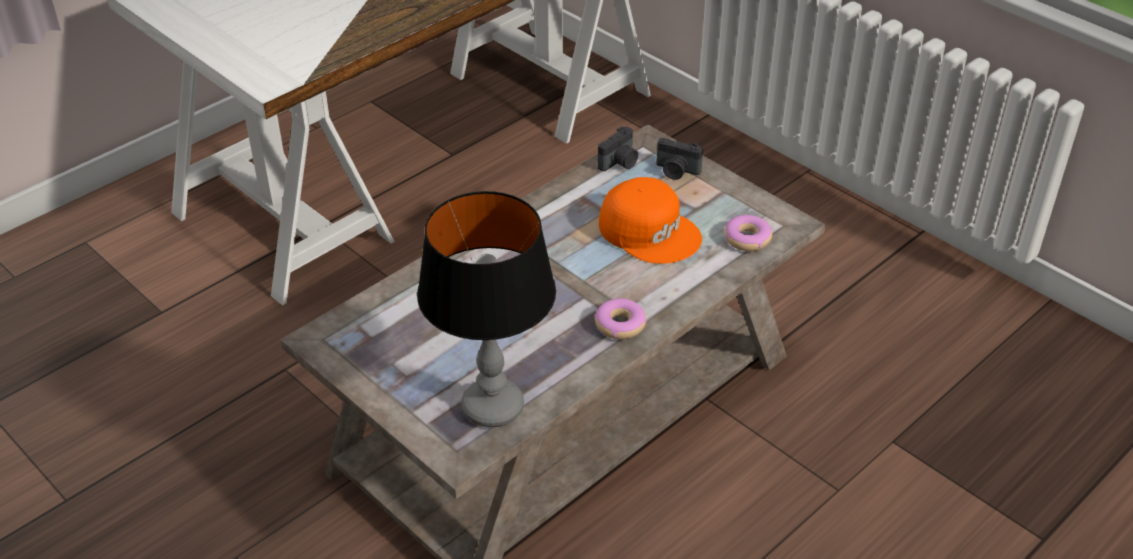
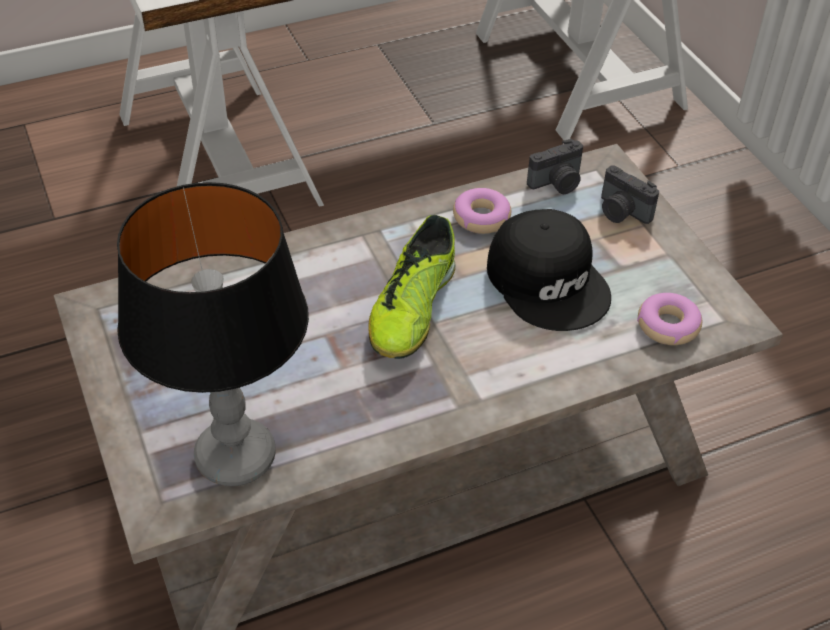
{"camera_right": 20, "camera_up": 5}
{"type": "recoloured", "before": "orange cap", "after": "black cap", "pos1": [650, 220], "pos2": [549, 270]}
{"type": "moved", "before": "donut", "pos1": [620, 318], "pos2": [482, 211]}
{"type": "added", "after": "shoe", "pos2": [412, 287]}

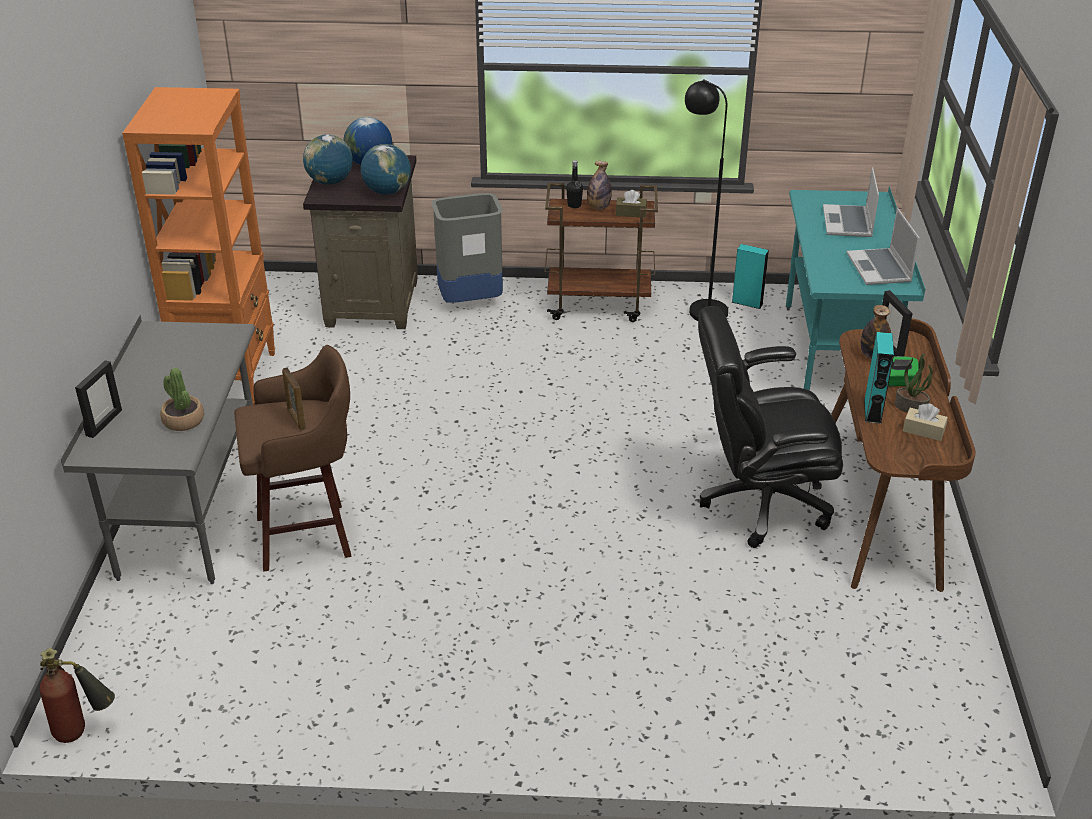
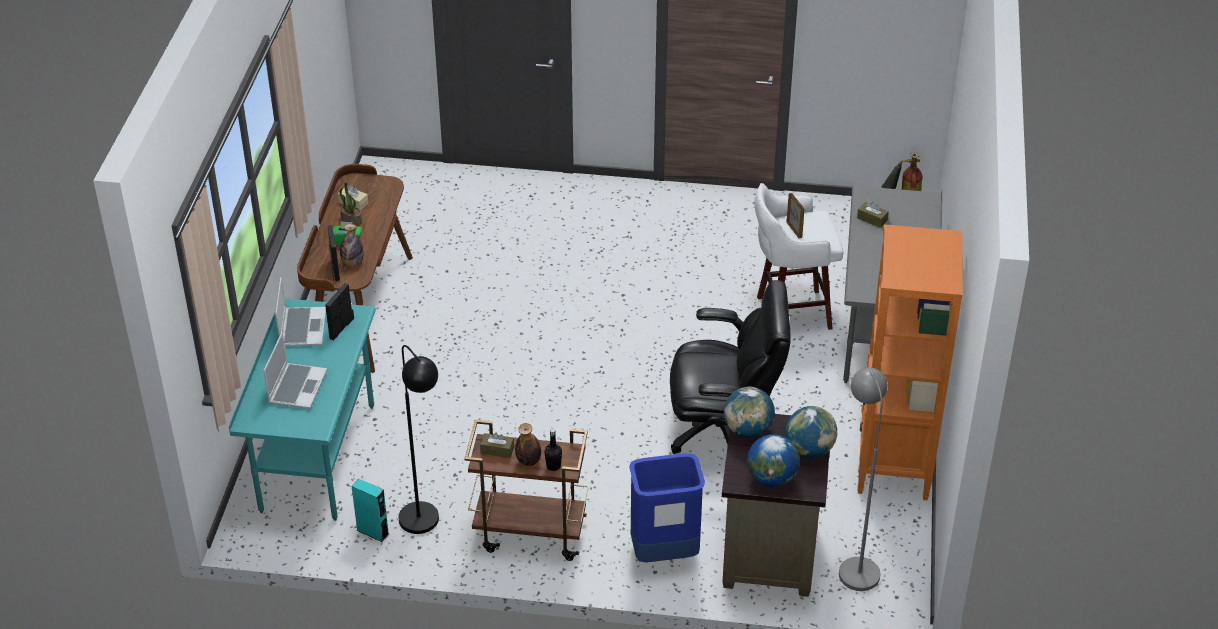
{"camera_right": -175, "camera_up": 5}
{"type": "recoloured", "before": "grey trash can", "after": "blue trash can", "pos1": [467, 248], "pos2": [667, 507]}
{"type": "moved", "before": "black office chair", "pos1": [770, 427], "pos2": [730, 367]}
{"type": "removed", "before": "turquoise speaker", "pos1": [879, 378]}
{"type": "recoloured", "before": "brown stool", "after": "white stool", "pos1": [292, 458], "pos2": [798, 256]}
{"type": "moved", "before": "picture frame", "pos1": [98, 399], "pos2": [339, 311]}
{"type": "replaced", "before": "potted plant", "after": "brown tissue box", "pos1": [182, 399], "pos2": [873, 214]}
{"type": "added", "after": "grey floor lamp", "pos2": [863, 479]}

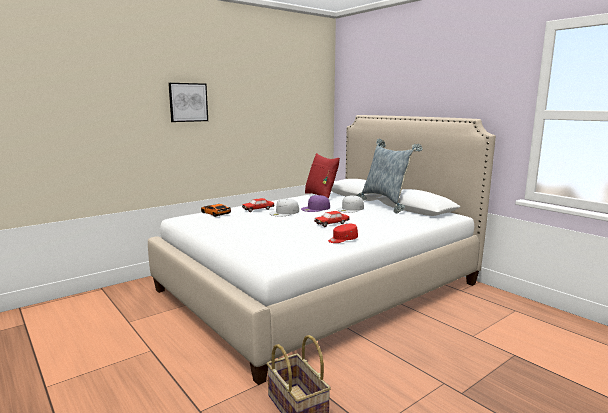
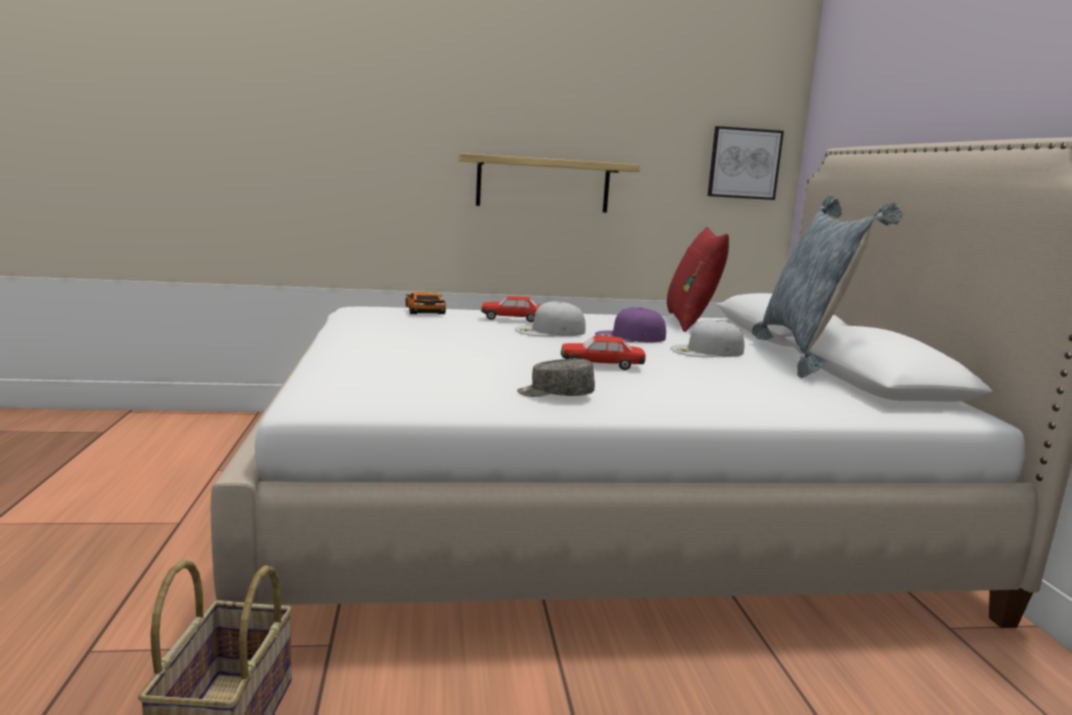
{"camera_right": 30, "camera_up": 0}
{"type": "moved", "before": "picture", "pos1": [188, 102], "pos2": [745, 163]}
{"type": "recoloured", "before": "red cap", "after": "grey cap", "pos1": [343, 233], "pos2": [556, 378]}
{"type": "added", "after": "shelf", "pos2": [549, 183]}

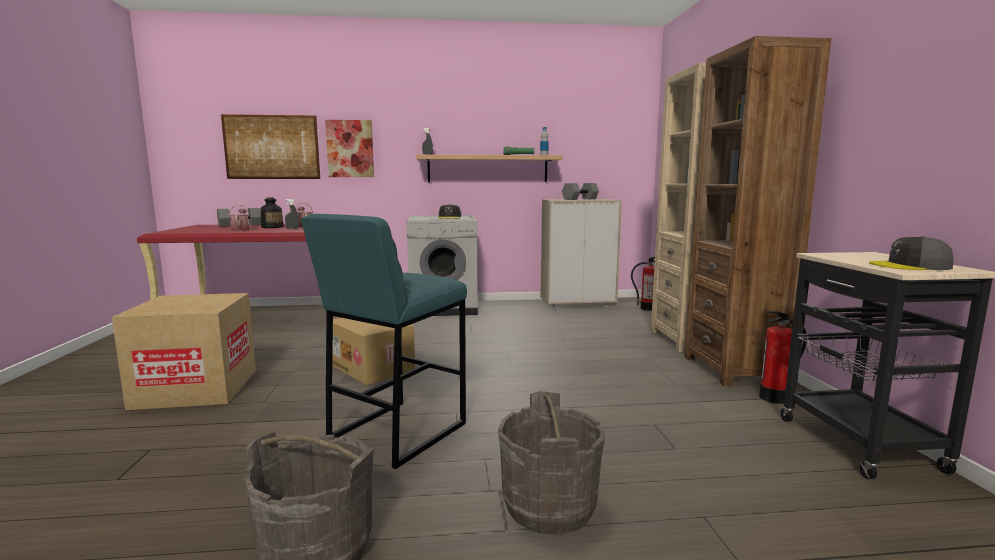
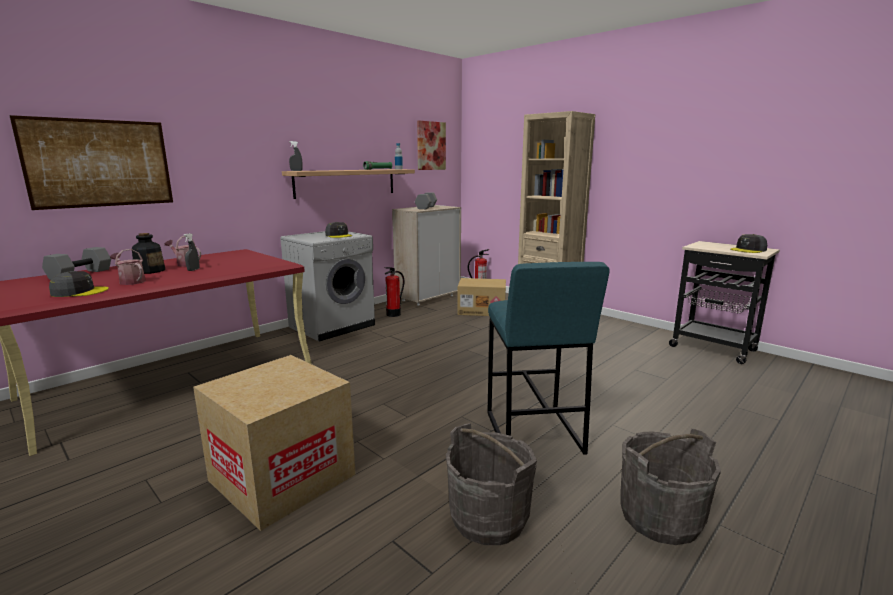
{"camera_right": -40, "camera_up": 5}
{"type": "removed", "before": "brown bookcase", "pos1": [758, 211]}
{"type": "moved", "before": "picture", "pos1": [349, 148], "pos2": [431, 145]}
{"type": "moved", "before": "fire extinguisher", "pos1": [783, 357], "pos2": [394, 292]}
{"type": "moved", "before": "cardboard box", "pos1": [373, 351], "pos2": [481, 297]}
{"type": "moved", "before": "grey bucket", "pos1": [551, 463], "pos2": [491, 484]}
{"type": "added", "after": "grey cap", "pos2": [79, 284]}

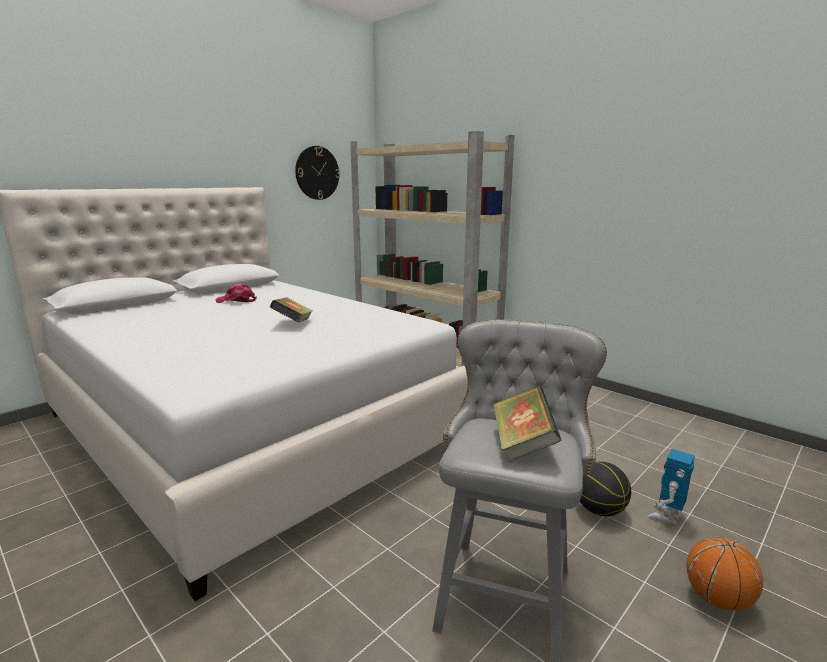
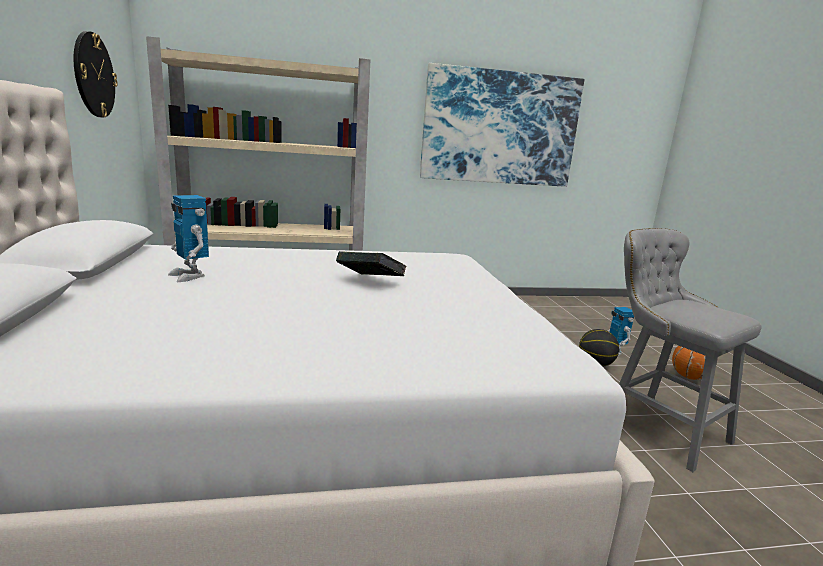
{"camera_right": -55, "camera_up": 0}
{"type": "replaced", "before": "pink cap", "after": "toy robot", "pos1": [236, 293], "pos2": [188, 238]}
{"type": "removed", "before": "book", "pos1": [527, 424]}
{"type": "added", "after": "picture", "pos2": [502, 125]}

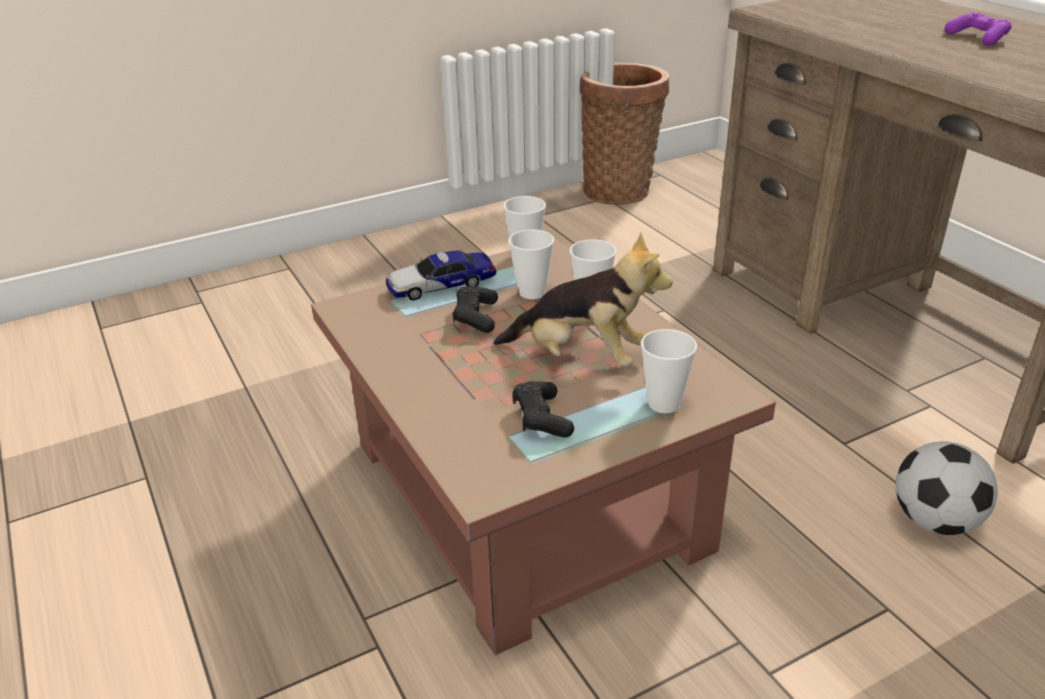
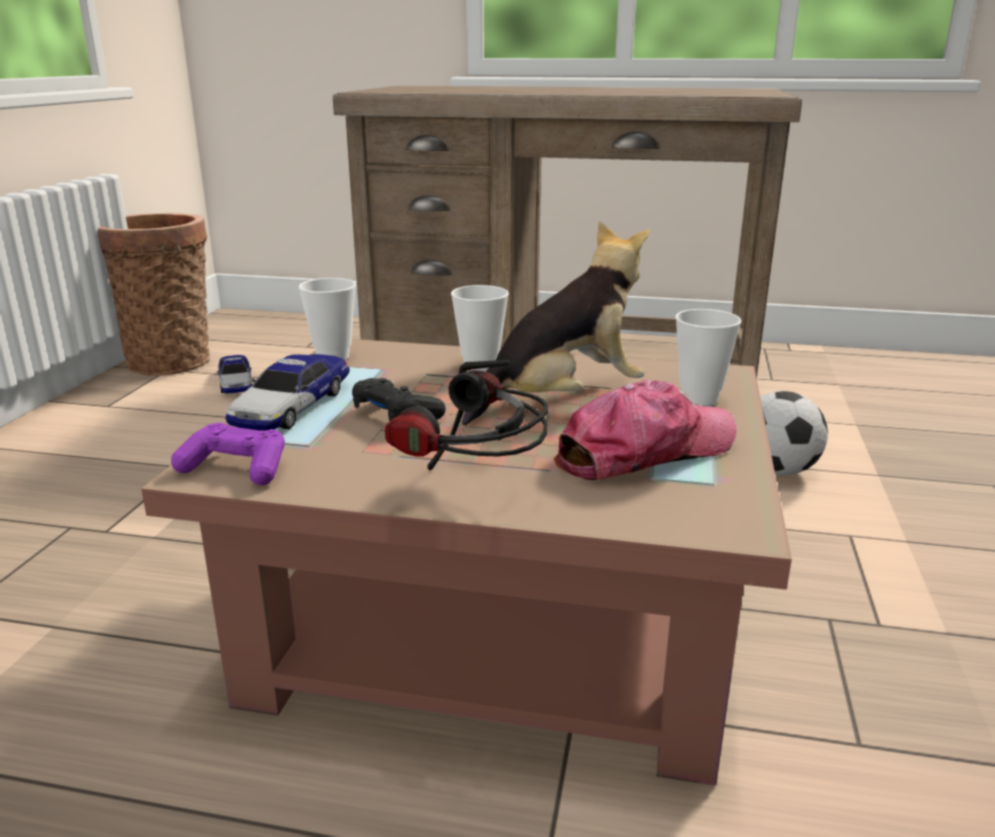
{"camera_right": -50, "camera_up": -10}
{"type": "moved", "before": "purple game controller", "pos1": [978, 29], "pos2": [228, 454]}
{"type": "removed", "before": "cup", "pos1": [531, 264]}
{"type": "replaced", "before": "black game controller", "after": "cap", "pos1": [543, 409], "pos2": [645, 429]}
{"type": "added", "after": "toy car", "pos2": [234, 374]}
{"type": "added", "after": "headphones", "pos2": [466, 415]}

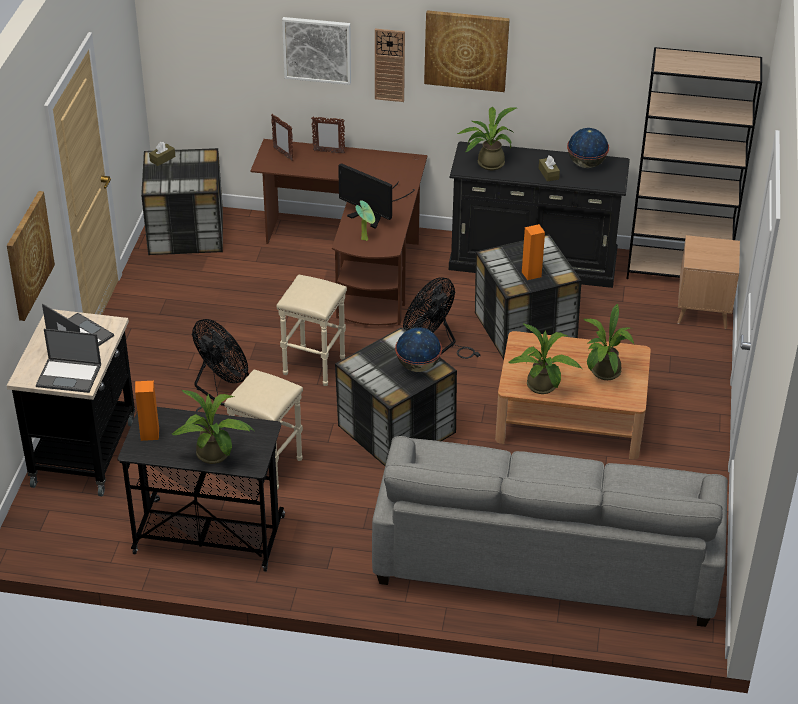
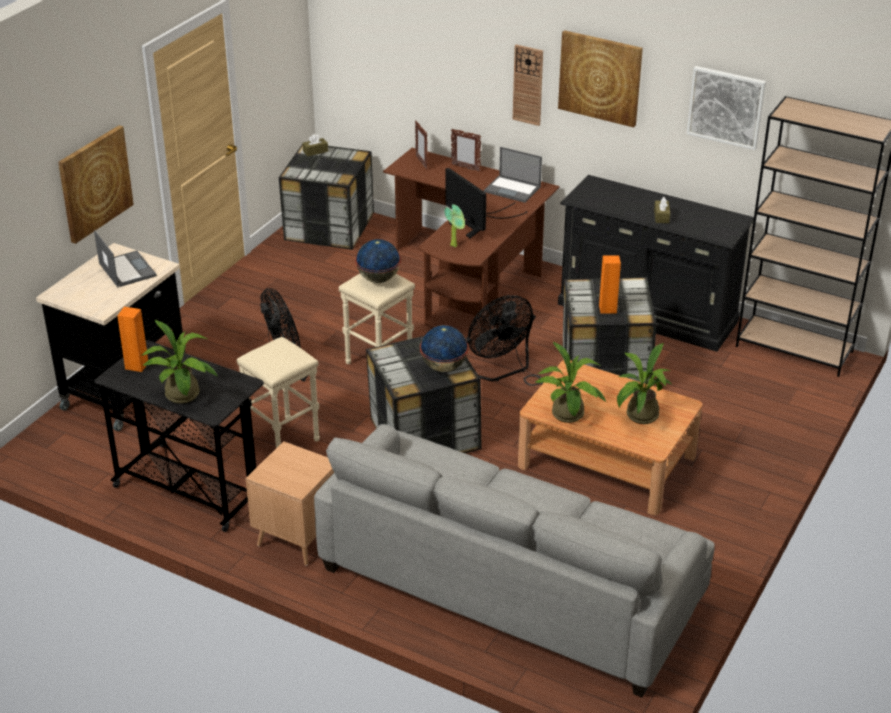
{"camera_right": 20, "camera_up": -5}
{"type": "moved", "before": "picture", "pos1": [316, 51], "pos2": [726, 108]}
{"type": "removed", "before": "potted plant", "pos1": [487, 138]}
{"type": "moved", "before": "globe", "pos1": [588, 148], "pos2": [378, 261]}
{"type": "moved", "before": "brown side table", "pos1": [708, 282], "pos2": [290, 503]}
{"type": "moved", "before": "laptop", "pos1": [68, 361], "pos2": [513, 175]}

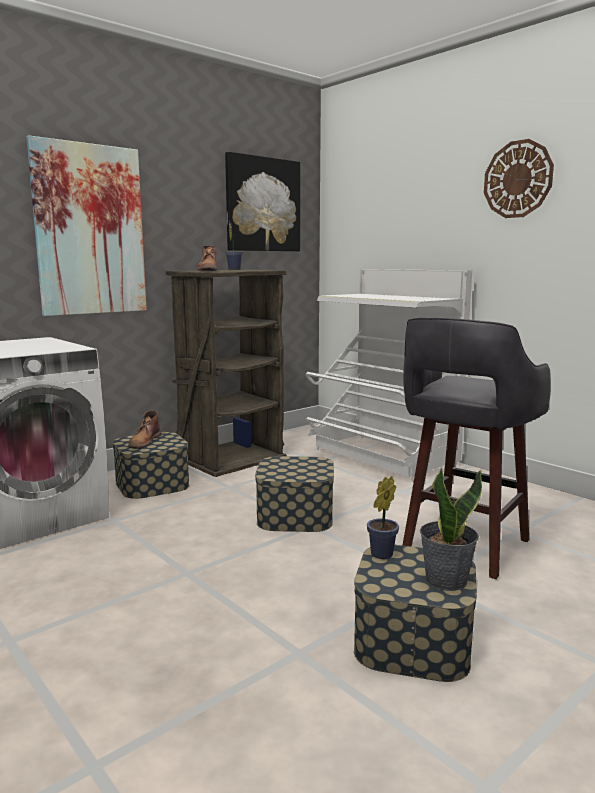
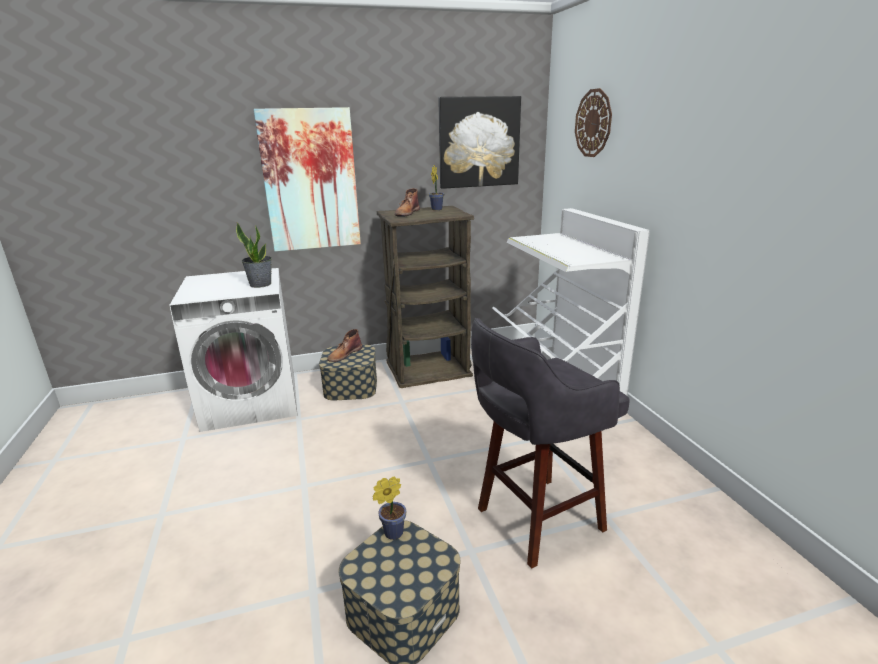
{"camera_right": 25, "camera_up": 10}
{"type": "moved", "before": "wall clock", "pos1": [519, 178], "pos2": [593, 122]}
{"type": "removed", "before": "storage box", "pos1": [294, 494]}
{"type": "moved", "before": "potted plant", "pos1": [451, 529], "pos2": [254, 255]}

